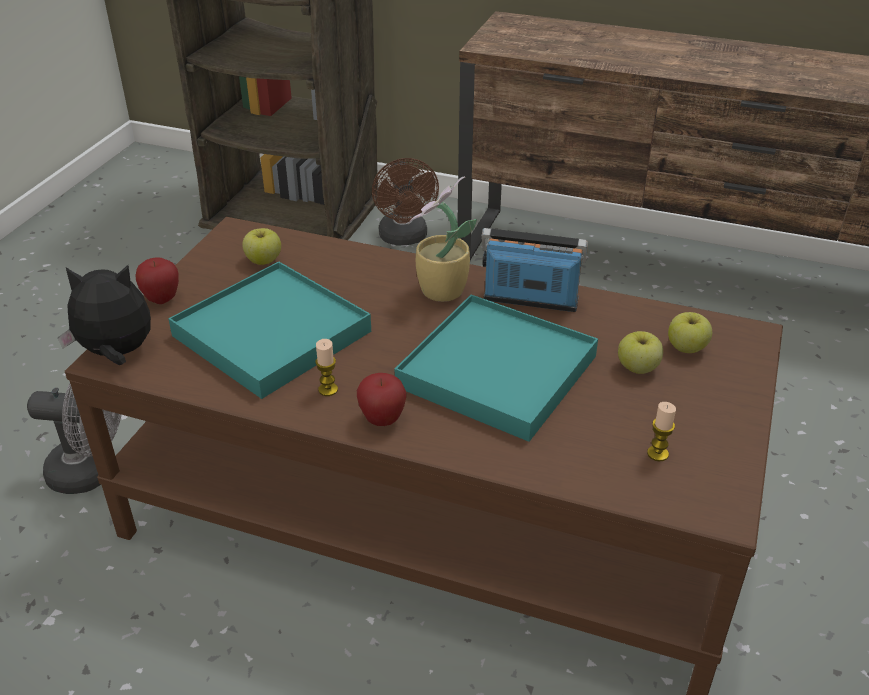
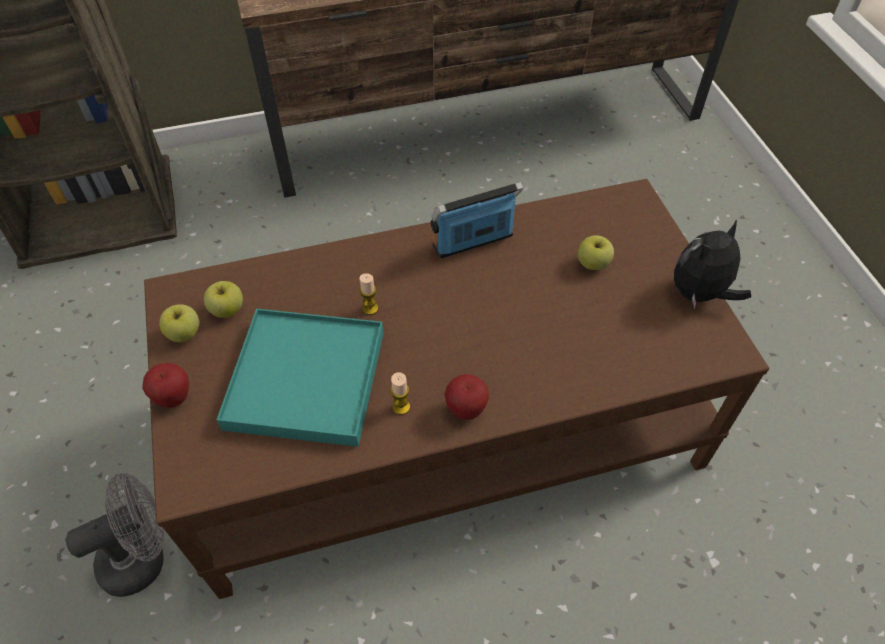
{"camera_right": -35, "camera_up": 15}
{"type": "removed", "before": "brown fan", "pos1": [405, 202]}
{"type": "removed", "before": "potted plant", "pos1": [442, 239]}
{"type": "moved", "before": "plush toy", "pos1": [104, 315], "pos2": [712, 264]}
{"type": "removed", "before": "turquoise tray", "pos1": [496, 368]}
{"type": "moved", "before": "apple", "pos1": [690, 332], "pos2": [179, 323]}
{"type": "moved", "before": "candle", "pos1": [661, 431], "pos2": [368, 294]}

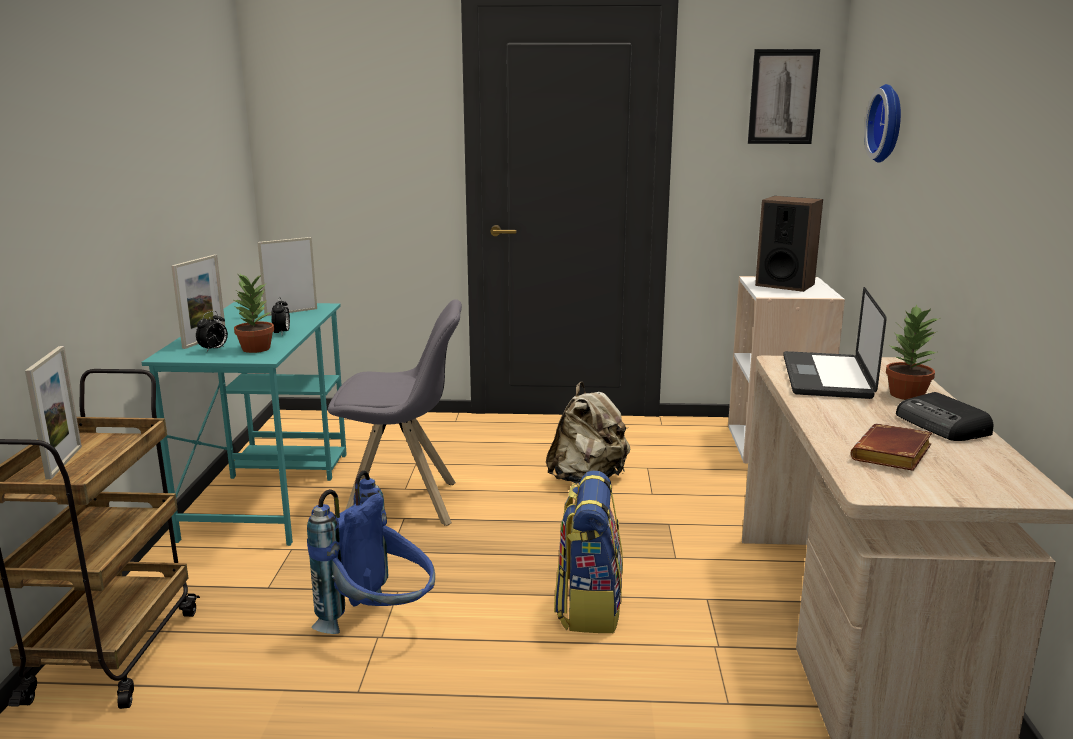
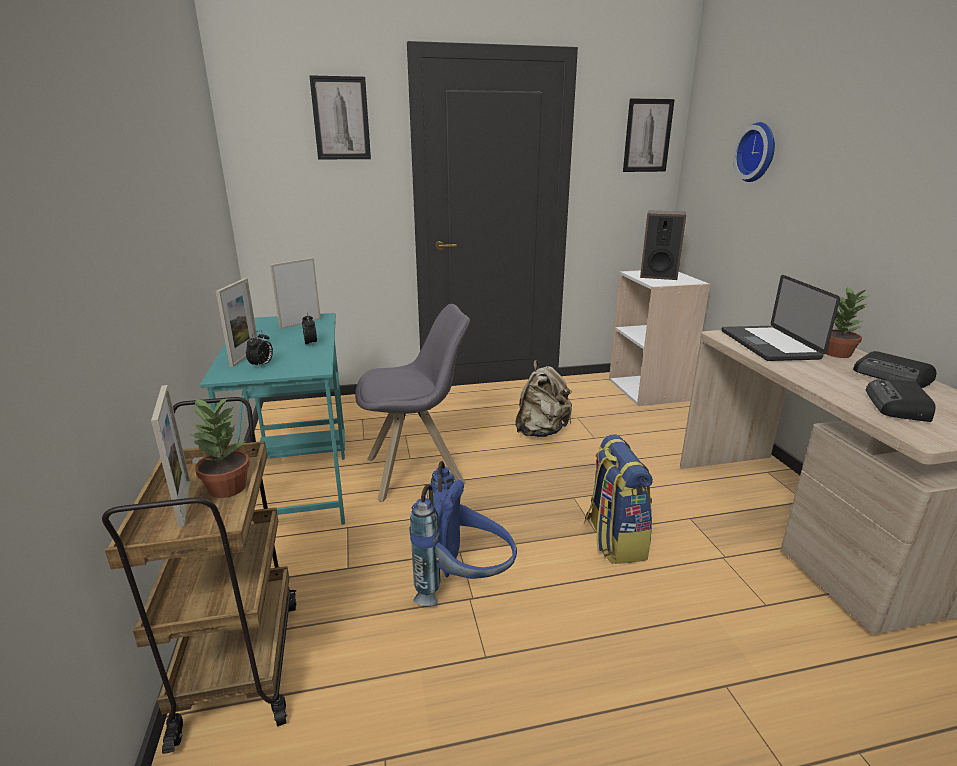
{"camera_right": -15, "camera_up": 5}
{"type": "moved", "before": "potted plant", "pos1": [253, 313], "pos2": [220, 447]}
{"type": "replaced", "before": "brown book", "after": "radio", "pos1": [891, 447], "pos2": [900, 401]}
{"type": "added", "after": "picture", "pos2": [340, 117]}

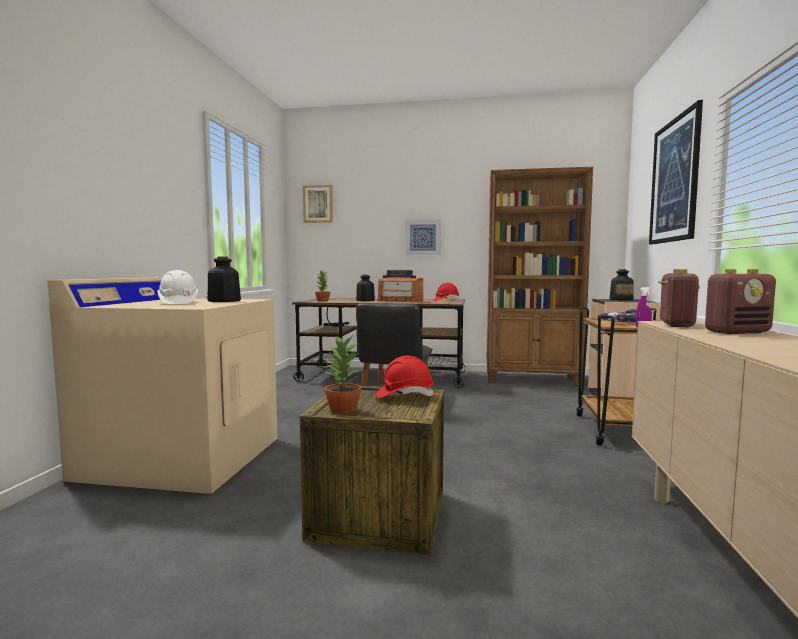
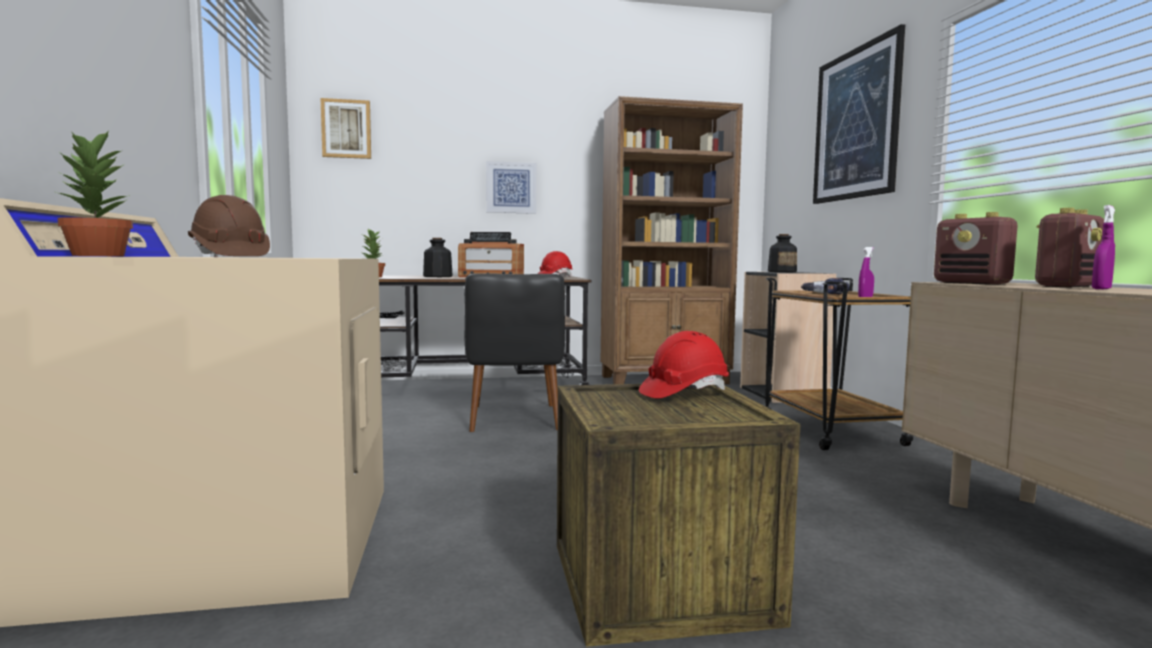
{"camera_right": -20, "camera_up": 0}
{"type": "removed", "before": "bottle", "pos1": [224, 279]}
{"type": "turned", "before": "radio", "pos1": [679, 298], "pos2": [976, 248], "turn": 150}
{"type": "recoloured", "before": "white hard hat", "after": "brown hard hat", "pos1": [178, 287], "pos2": [229, 226]}
{"type": "moved", "before": "potted plant", "pos1": [343, 374], "pos2": [94, 193]}
{"type": "added", "after": "purple spray bottle", "pos2": [1103, 247]}

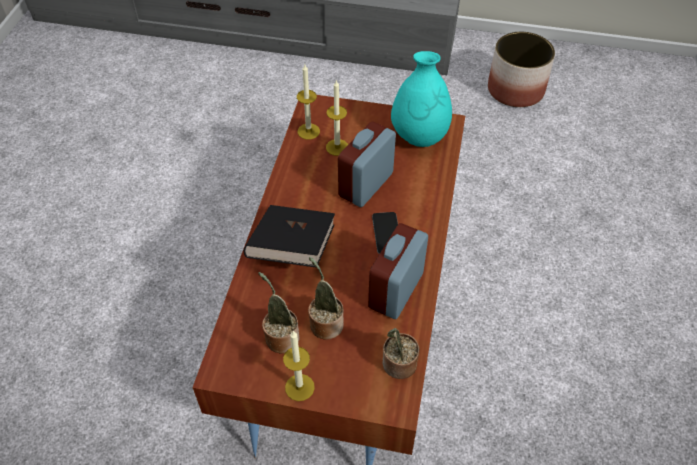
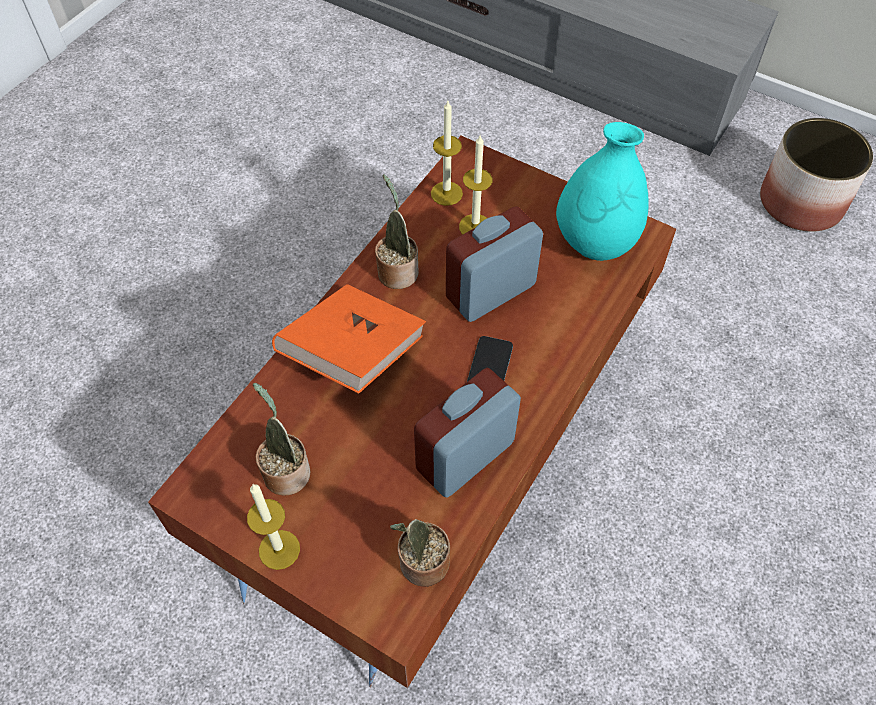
{"camera_right": 20, "camera_up": 5}
{"type": "recoloured", "before": "black book", "after": "orange book", "pos1": [289, 236], "pos2": [349, 339]}
{"type": "moved", "before": "potted plant", "pos1": [326, 298], "pos2": [397, 231]}

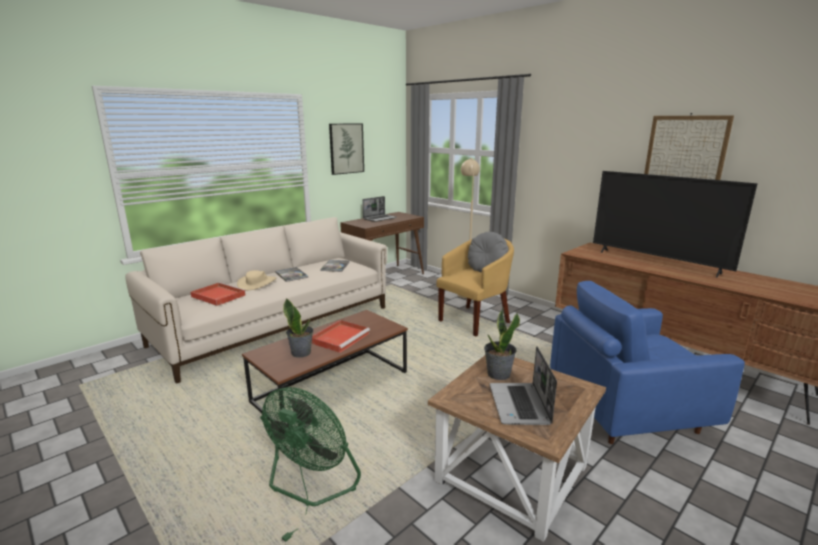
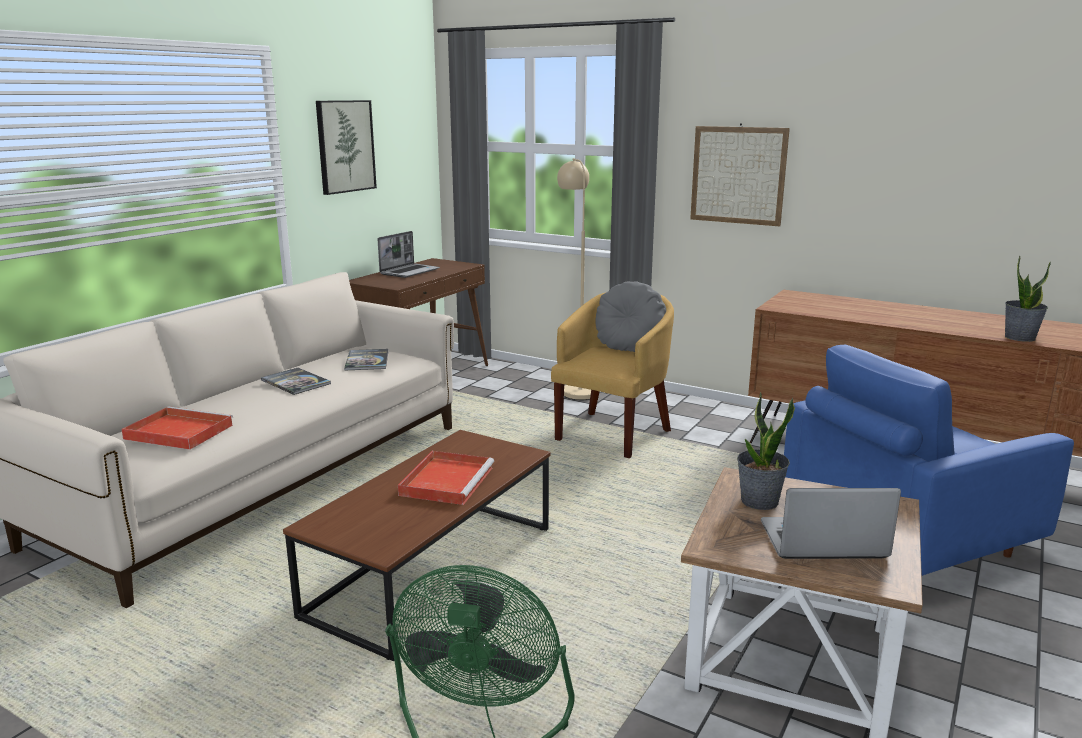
{"camera_right": -15, "camera_up": 0}
{"type": "moved", "before": "picture", "pos1": [689, 146], "pos2": [740, 174]}
{"type": "removed", "before": "television", "pos1": [675, 224]}
{"type": "removed", "before": "beige hat", "pos1": [256, 280]}
{"type": "moved", "before": "potted plant", "pos1": [298, 328], "pos2": [1028, 299]}
{"type": "turned", "before": "laptop", "pos1": [523, 385], "pos2": [831, 523], "turn": 105}

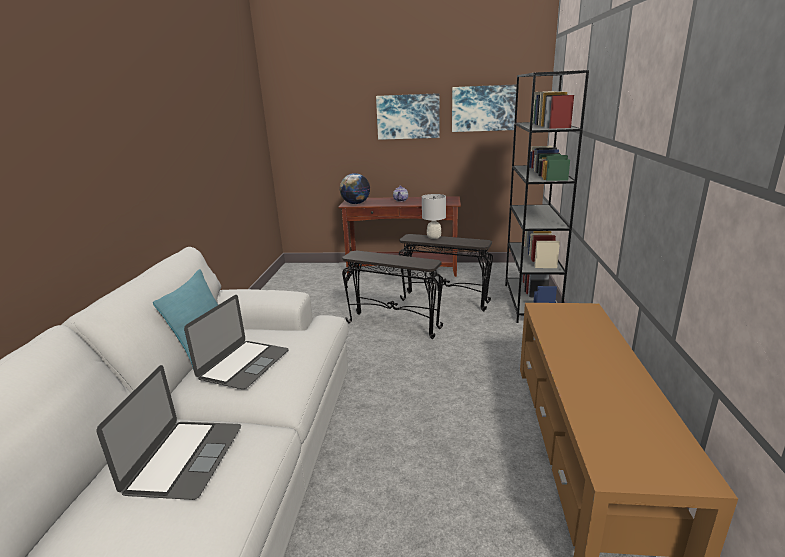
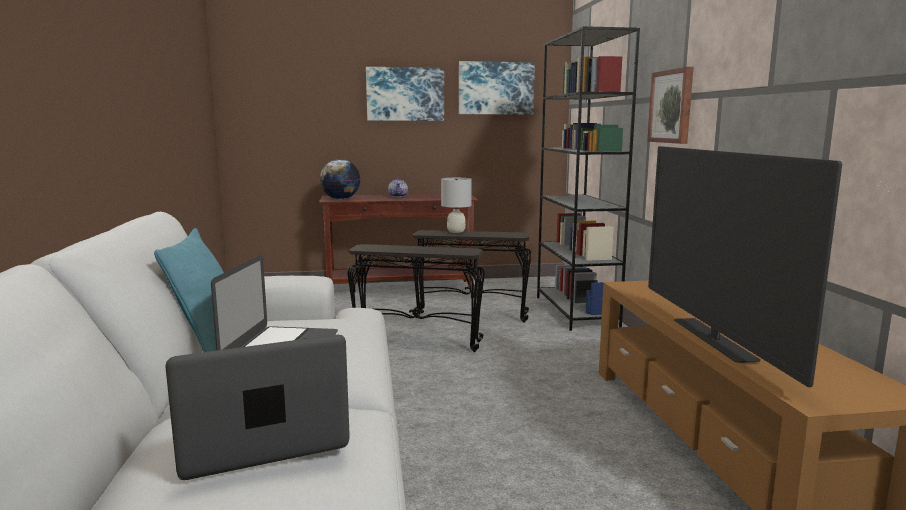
{"camera_right": -15, "camera_up": -10}
{"type": "turned", "before": "laptop", "pos1": [168, 432], "pos2": [257, 407], "turn": -105}
{"type": "added", "after": "picture", "pos2": [670, 105]}
{"type": "added", "after": "television", "pos2": [745, 266]}

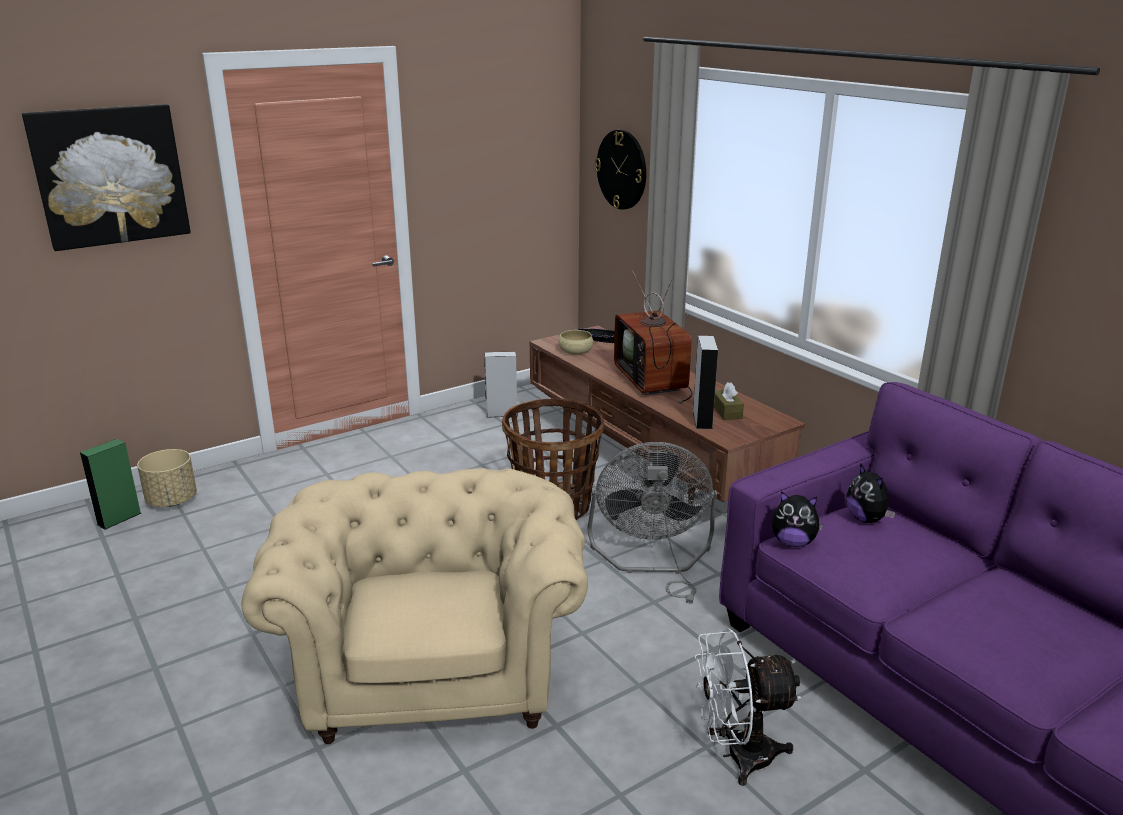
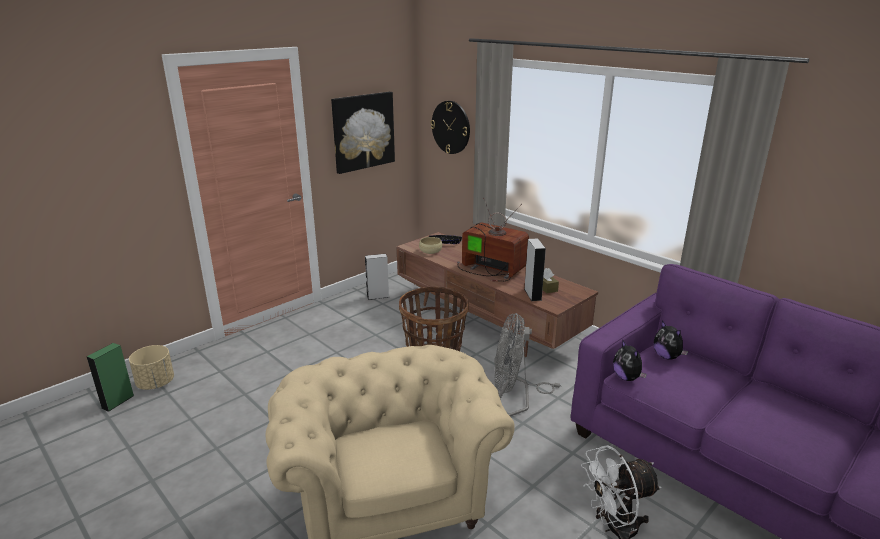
{"camera_right": -10, "camera_up": 0}
{"type": "moved", "before": "picture", "pos1": [106, 177], "pos2": [363, 133]}
{"type": "turned", "before": "television", "pos1": [653, 337], "pos2": [493, 239], "turn": 150}
{"type": "turned", "before": "grey fan", "pos1": [652, 523], "pos2": [527, 364], "turn": -75}
{"type": "turned", "before": "plush toy", "pos1": [798, 519], "pos2": [630, 360], "turn": 60}

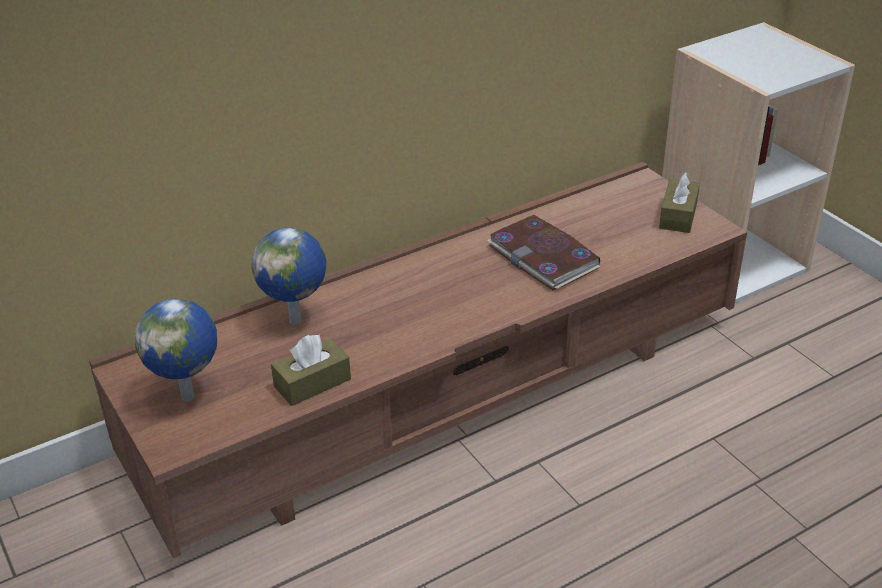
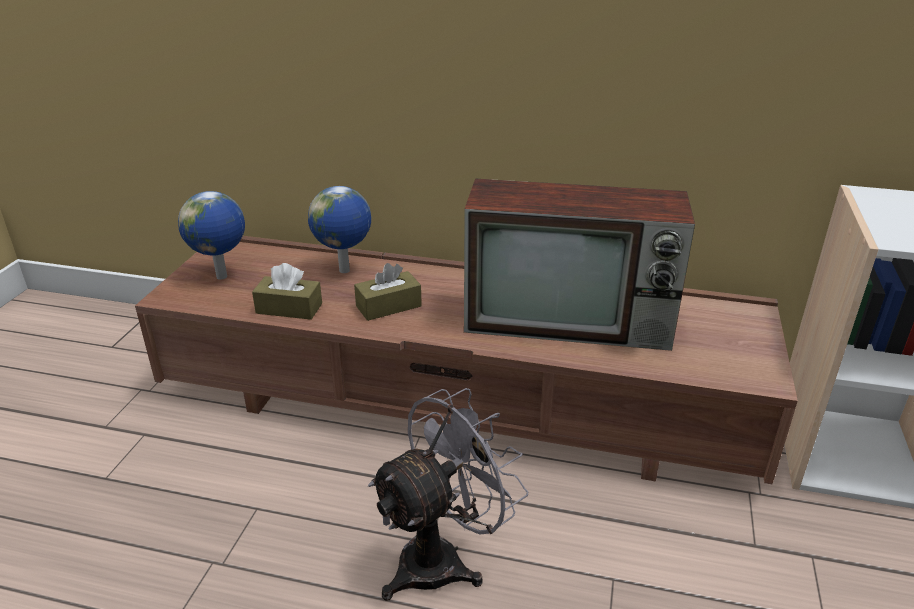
{"camera_right": 45, "camera_up": -5}
{"type": "moved", "before": "brown tissue box", "pos1": [679, 202], "pos2": [388, 292]}
{"type": "replaced", "before": "book", "after": "television", "pos1": [544, 252], "pos2": [579, 265]}
{"type": "added", "after": "grey fan", "pos2": [448, 494]}

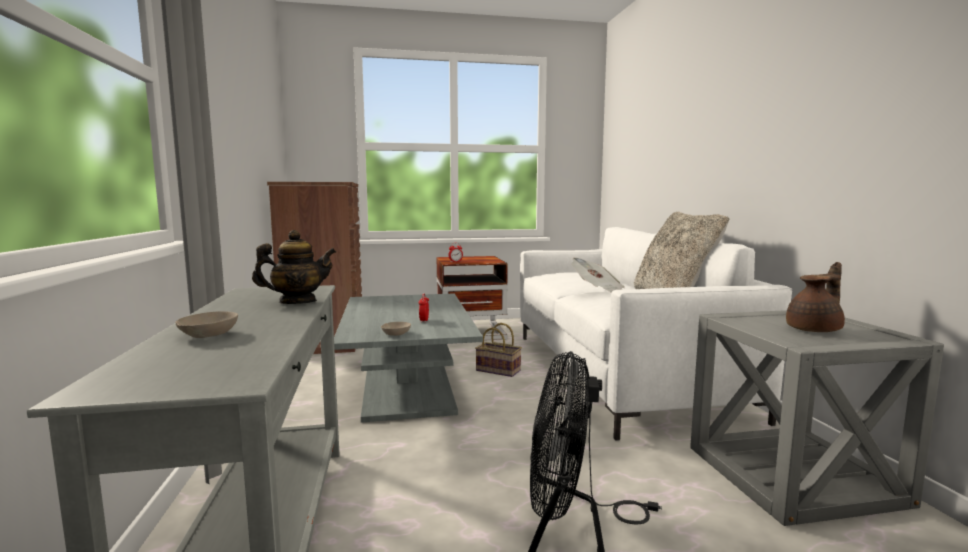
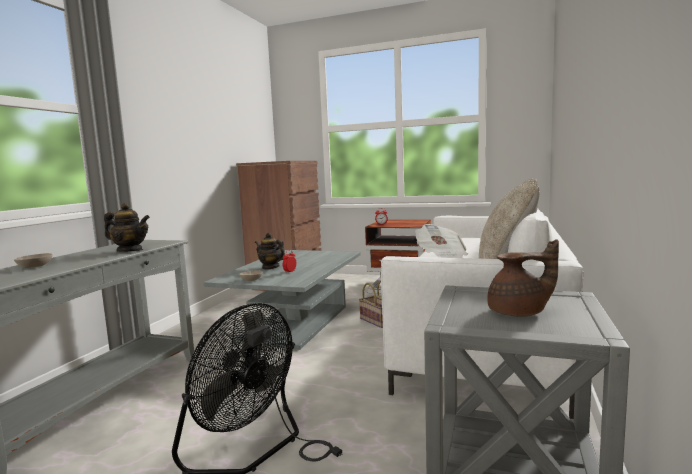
{"camera_right": 30, "camera_up": 0}
{"type": "added", "after": "teapot", "pos2": [270, 251]}

